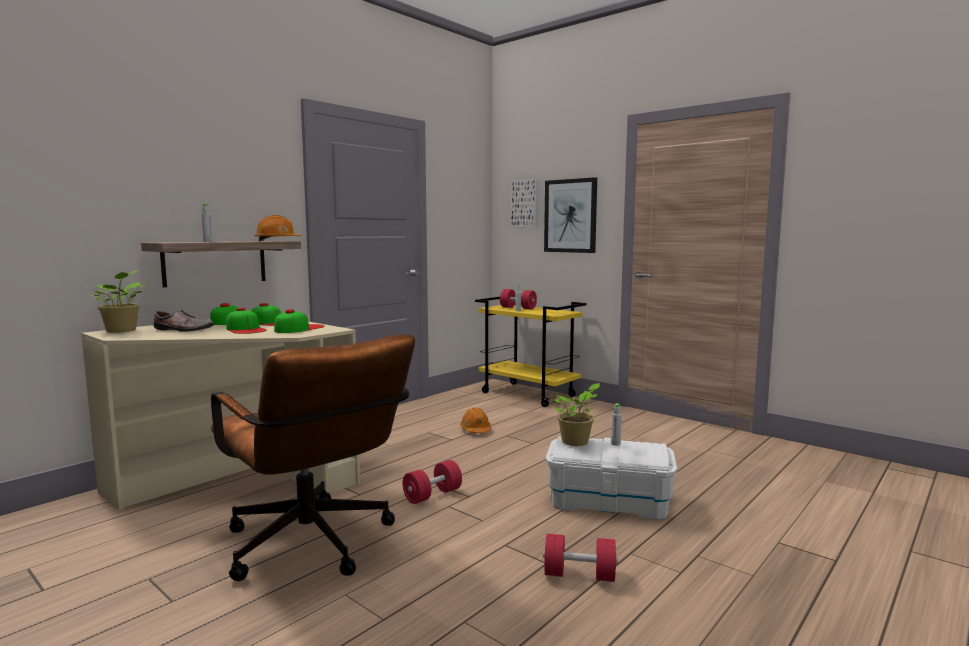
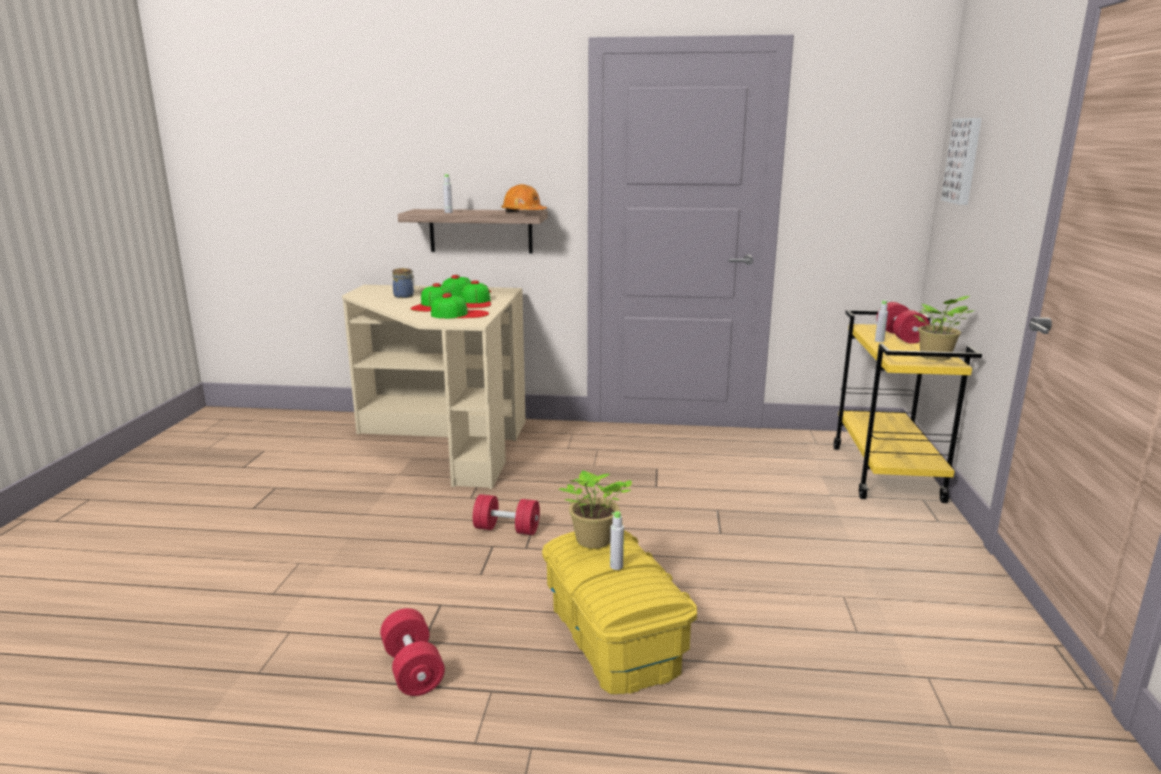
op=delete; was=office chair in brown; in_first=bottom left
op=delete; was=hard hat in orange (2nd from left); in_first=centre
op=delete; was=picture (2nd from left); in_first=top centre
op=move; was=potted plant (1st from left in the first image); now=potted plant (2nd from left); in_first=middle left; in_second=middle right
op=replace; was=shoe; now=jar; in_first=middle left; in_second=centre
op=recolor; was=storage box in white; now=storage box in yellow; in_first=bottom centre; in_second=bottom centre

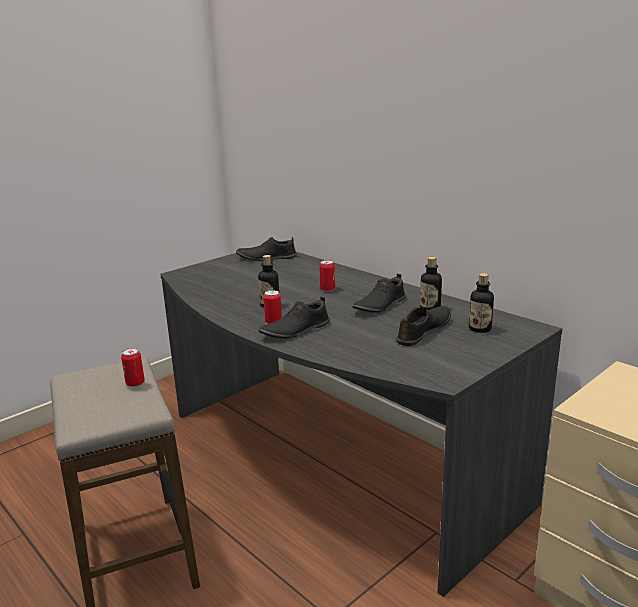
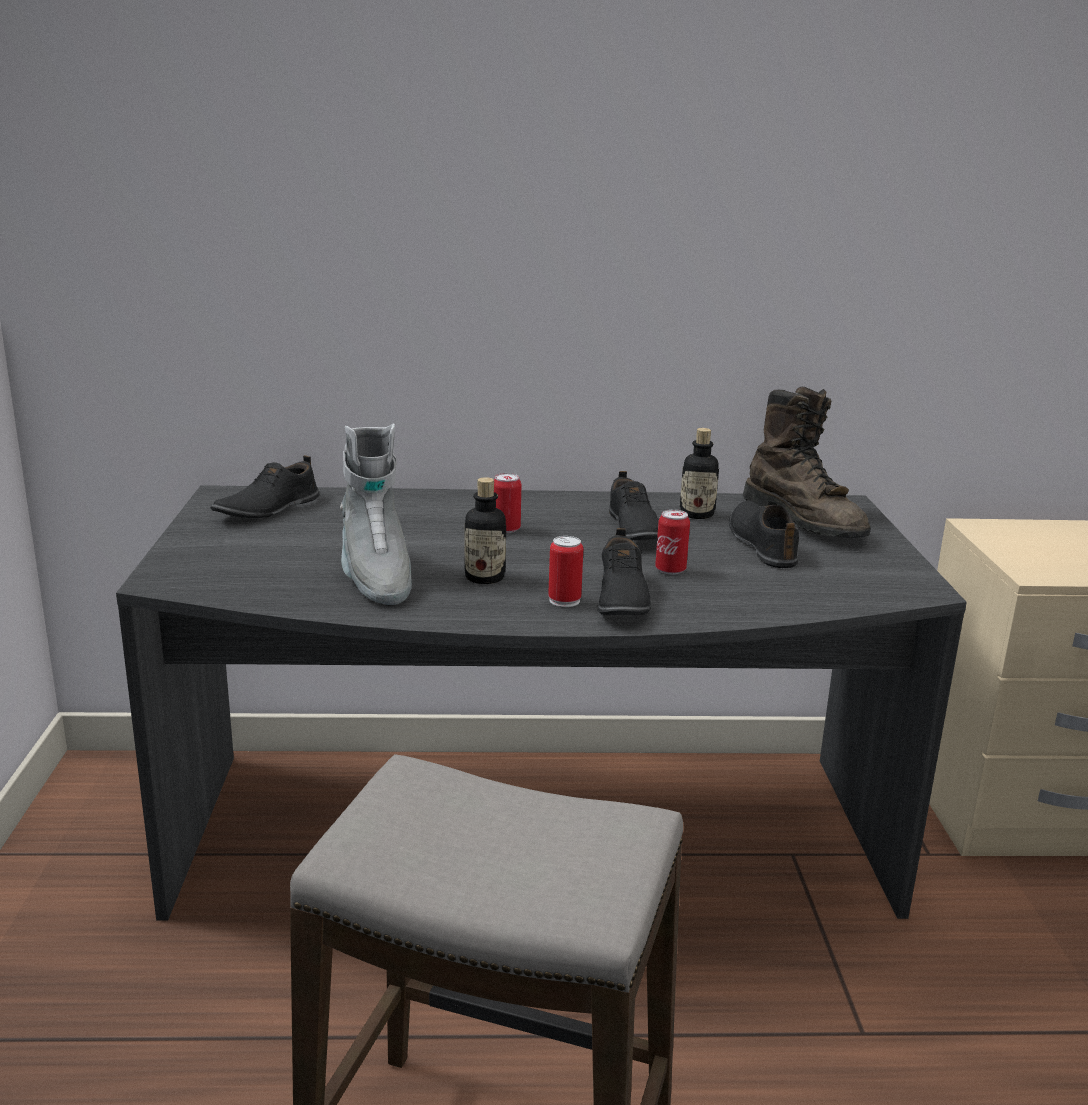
op=insert; now=boot in grey; in_second=centre
op=move; was=can (1st from left in the first image); now=can (3rd from left); in_first=middle left; in_second=centre
op=replace; was=bottle (3rd from left); now=boot in brown; in_first=middle right; in_second=middle right

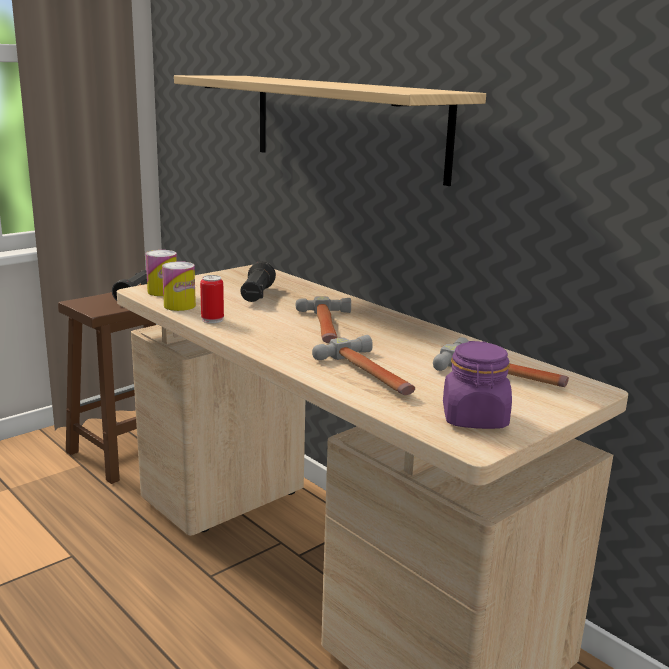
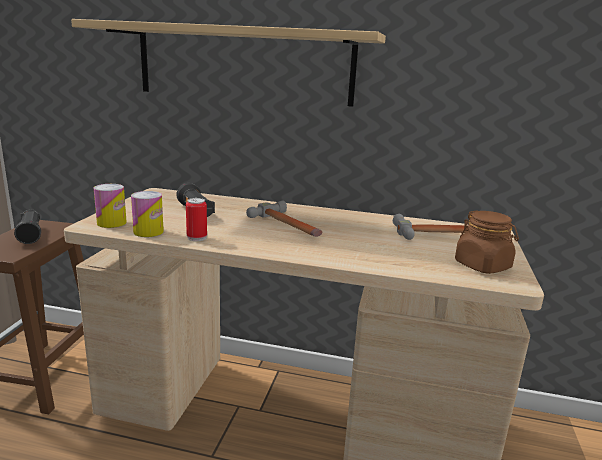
op=delete; was=hammer (2nd from left); in_first=centre
op=recolor; was=jar in purple; now=jar in brown; in_first=middle right; in_second=middle right

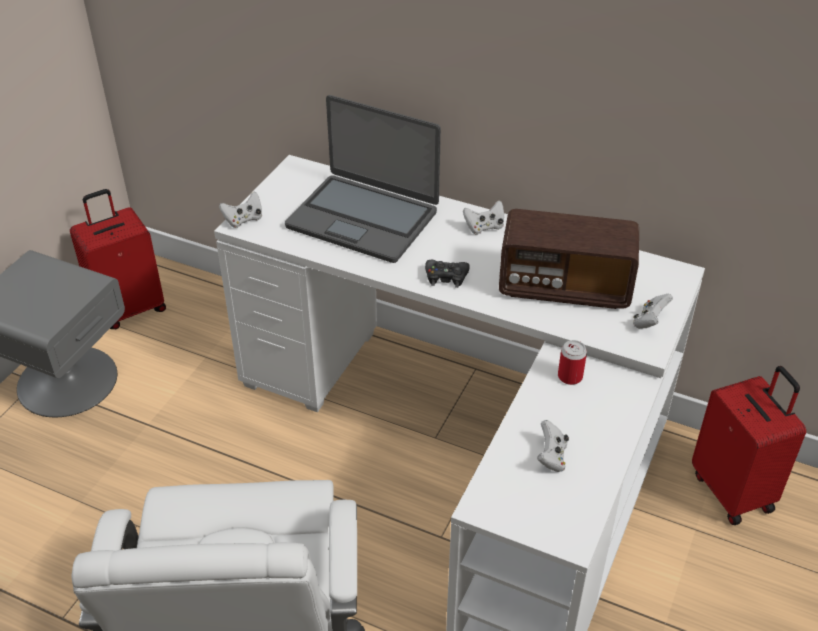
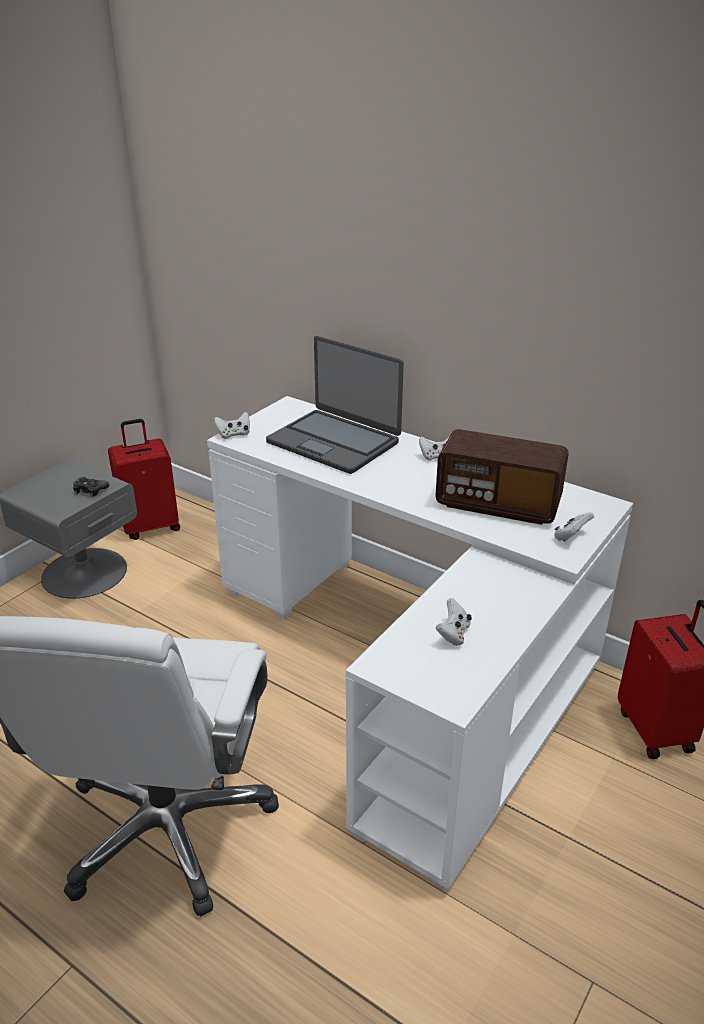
op=delete; was=can; in_first=middle right
op=move; was=game controller in black; in_first=centre; in_second=middle left

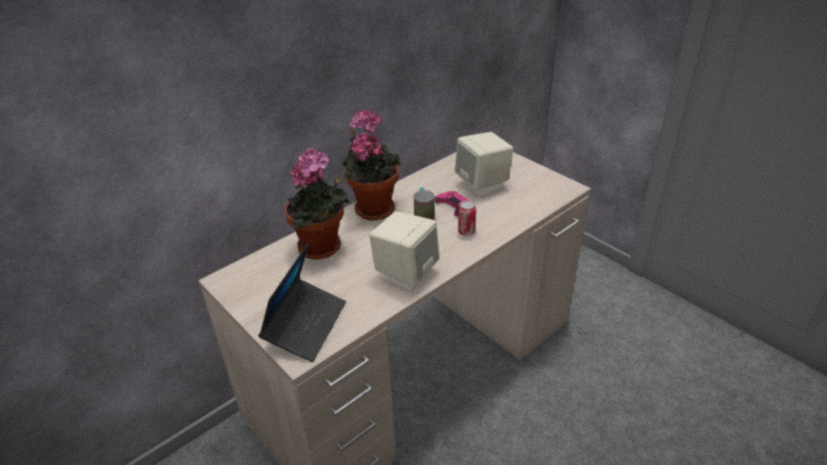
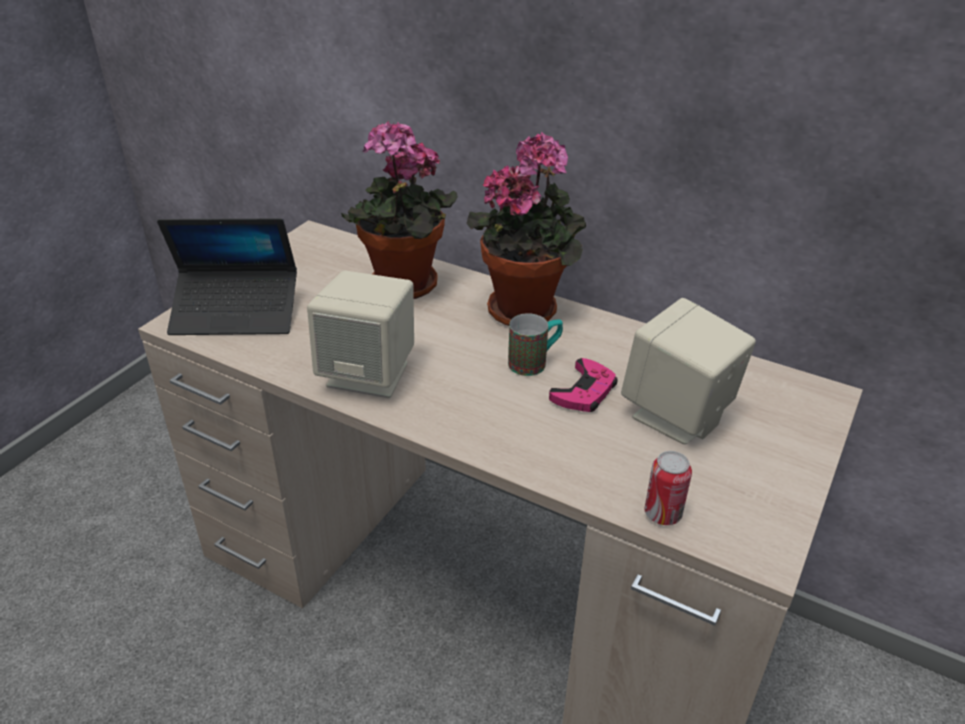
op=move; was=can; in_first=centre; in_second=bottom right

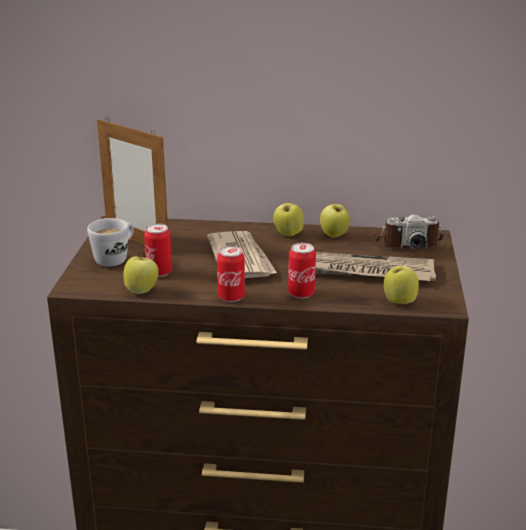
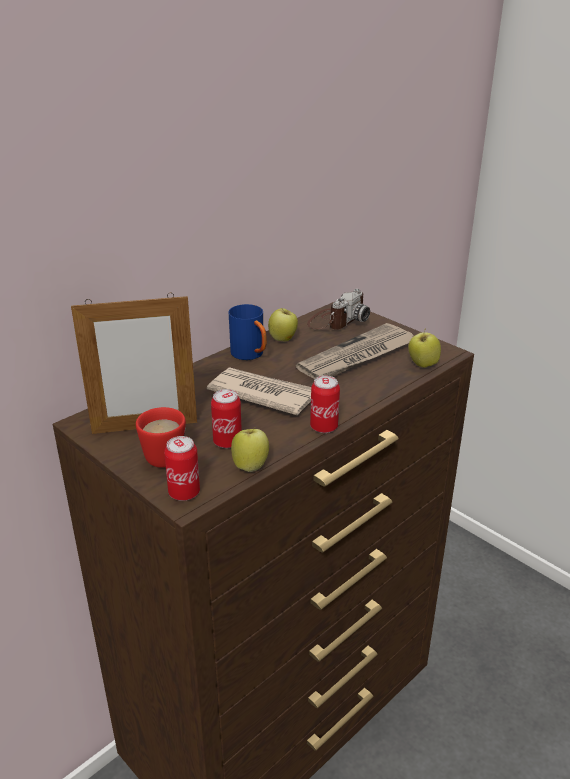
op=move; was=can (3rd from left in the first image); now=can (1st from left); in_first=centre; in_second=middle left
op=replace; was=apple (2nd from left); now=mug in blue; in_first=centre; in_second=centre
op=recolor; was=mug in white; now=mug in red; in_first=middle left; in_second=middle left

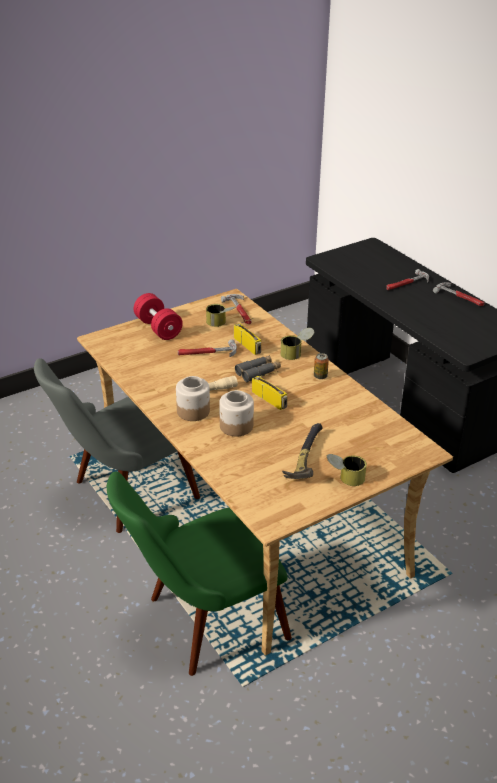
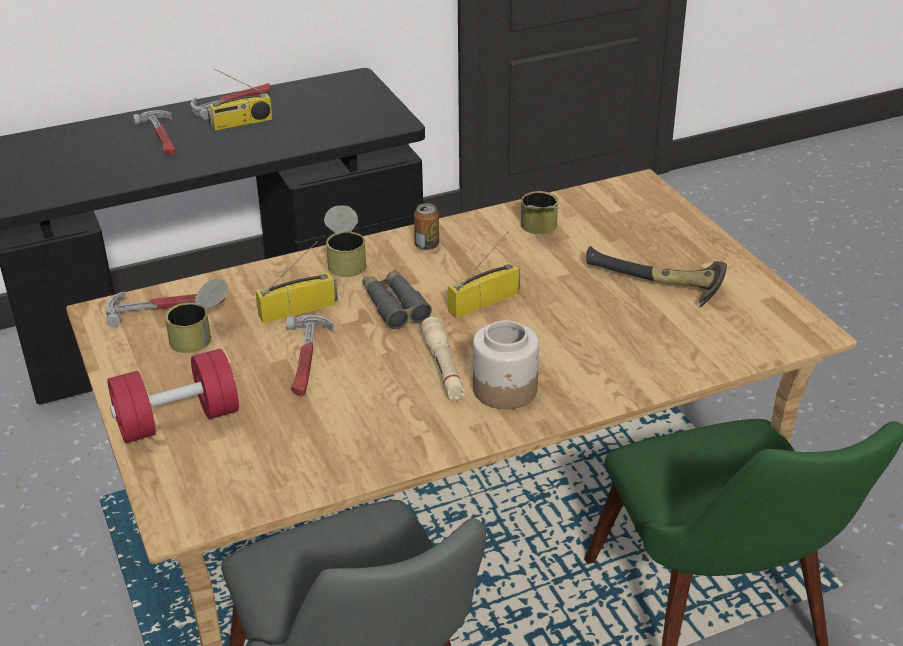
op=delete; was=jar (2nd from left); in_first=centre
op=insert; now=radio (1st from left); in_second=top left
op=move; was=can (4th from left); in_first=middle right; in_second=top centre

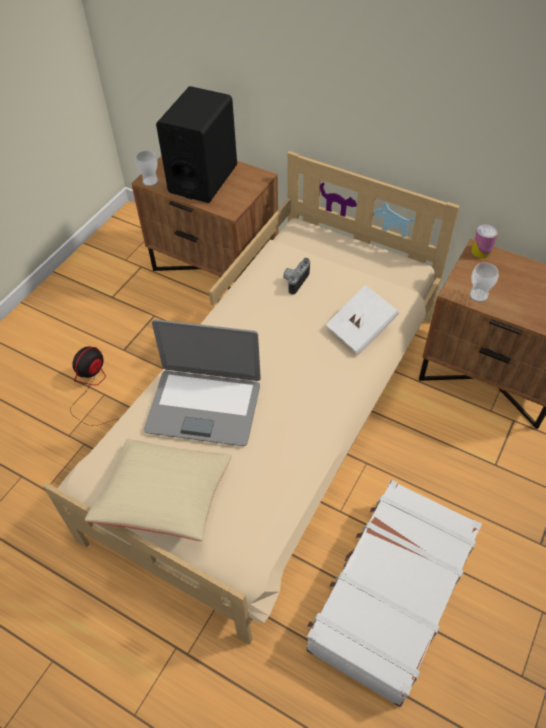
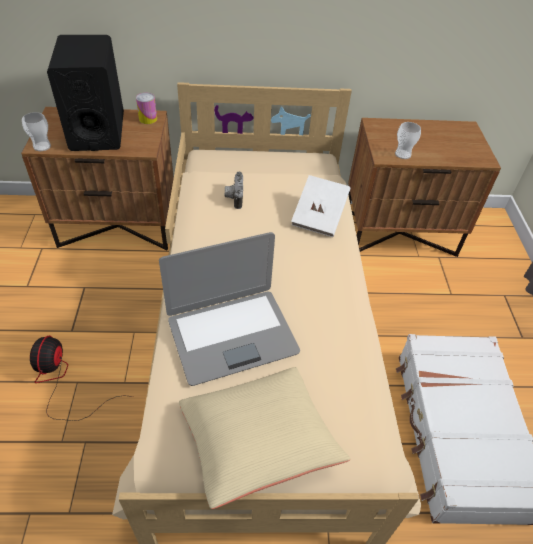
op=move; was=can; in_first=top right; in_second=top left

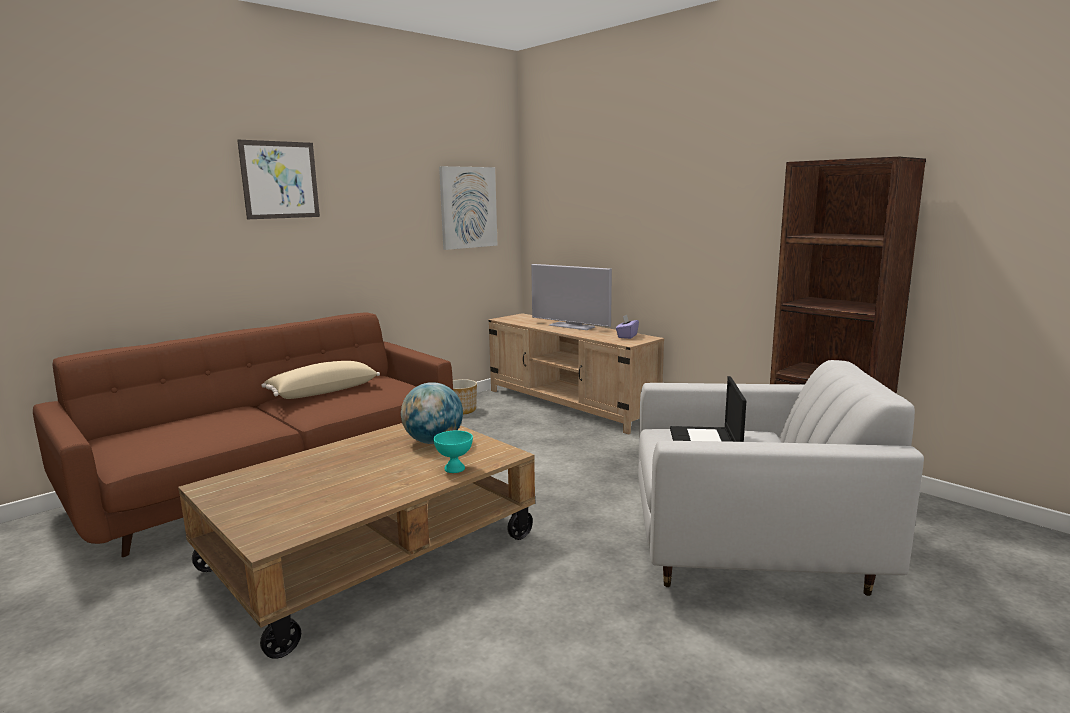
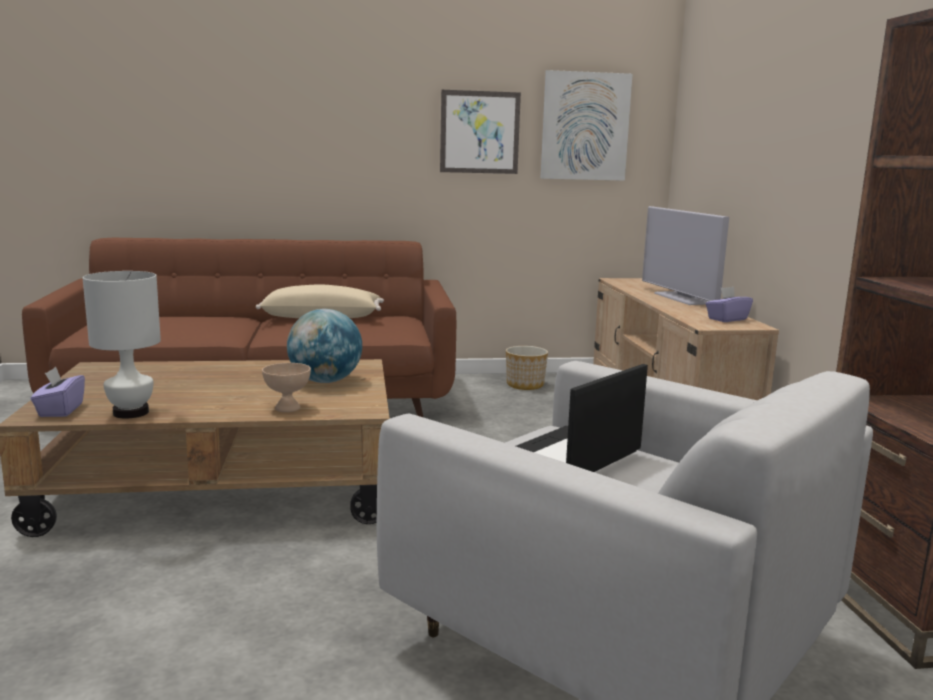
op=insert; now=tissue box in purple (1st from left); in_second=middle left
op=insert; now=table lamp in white; in_second=middle left
op=move; was=picture (1st from left); in_first=top left; in_second=top centre
op=recolor; was=bowl in turquoise; now=bowl in beige; in_first=centre; in_second=middle left

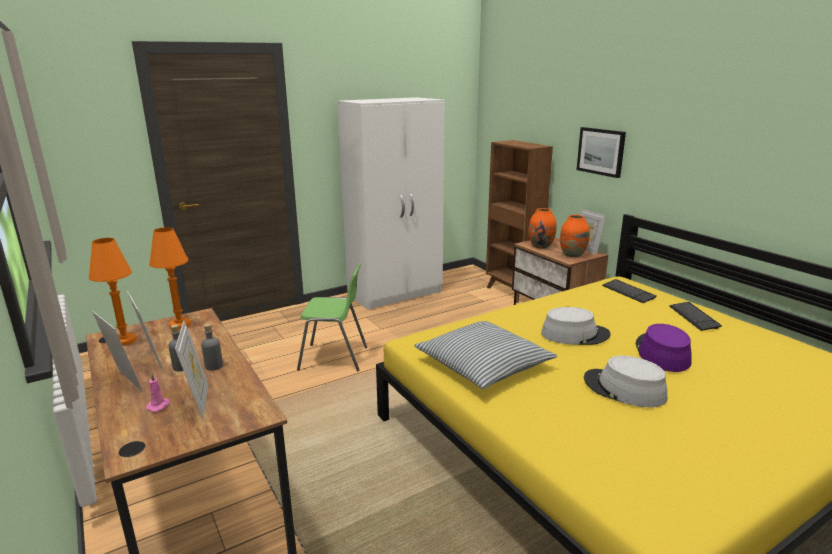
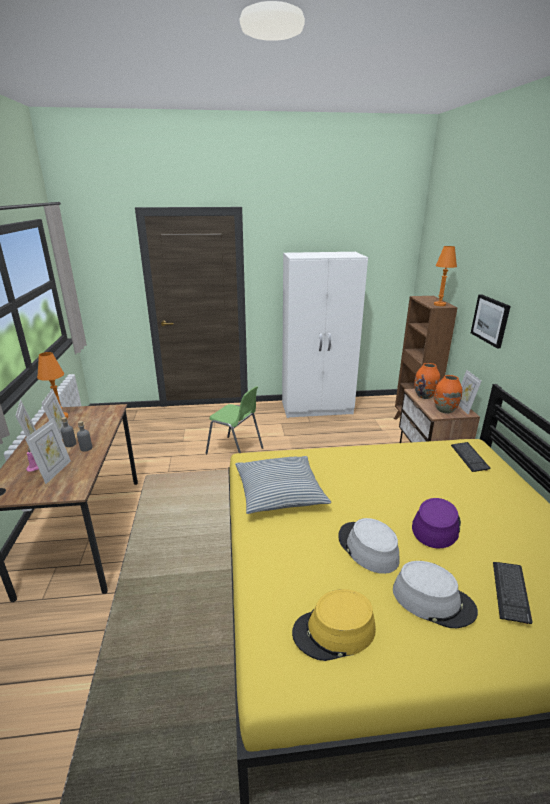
op=insert; now=hat in yellow; in_second=bottom centre
op=move; was=table lamp in orange (2nd from left); in_first=middle left; in_second=middle right
op=move; was=hat in grey (1st from left in the first image); now=hat in grey (2nd from left); in_first=middle right; in_second=bottom right
op=move; was=keyboard (2nd from left); in_first=middle right; in_second=bottom right

